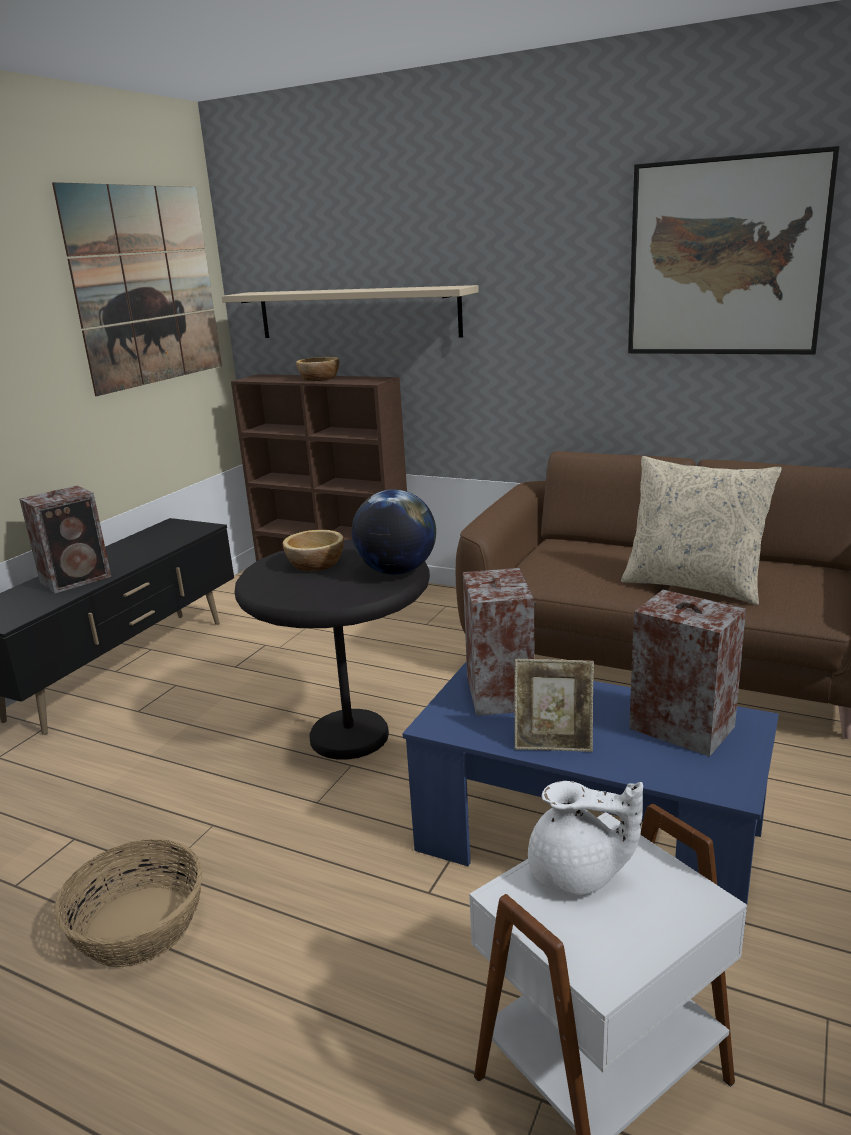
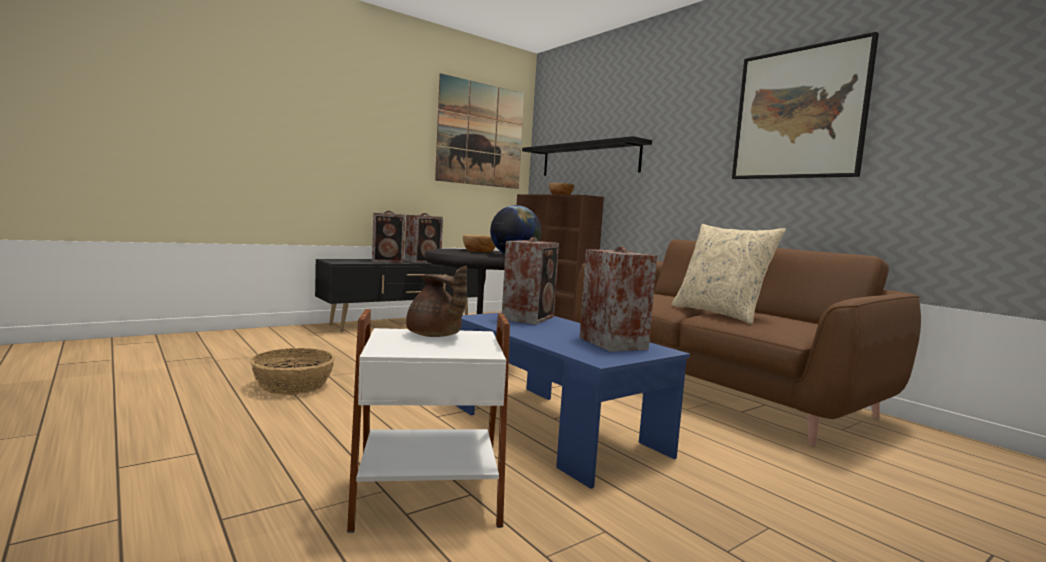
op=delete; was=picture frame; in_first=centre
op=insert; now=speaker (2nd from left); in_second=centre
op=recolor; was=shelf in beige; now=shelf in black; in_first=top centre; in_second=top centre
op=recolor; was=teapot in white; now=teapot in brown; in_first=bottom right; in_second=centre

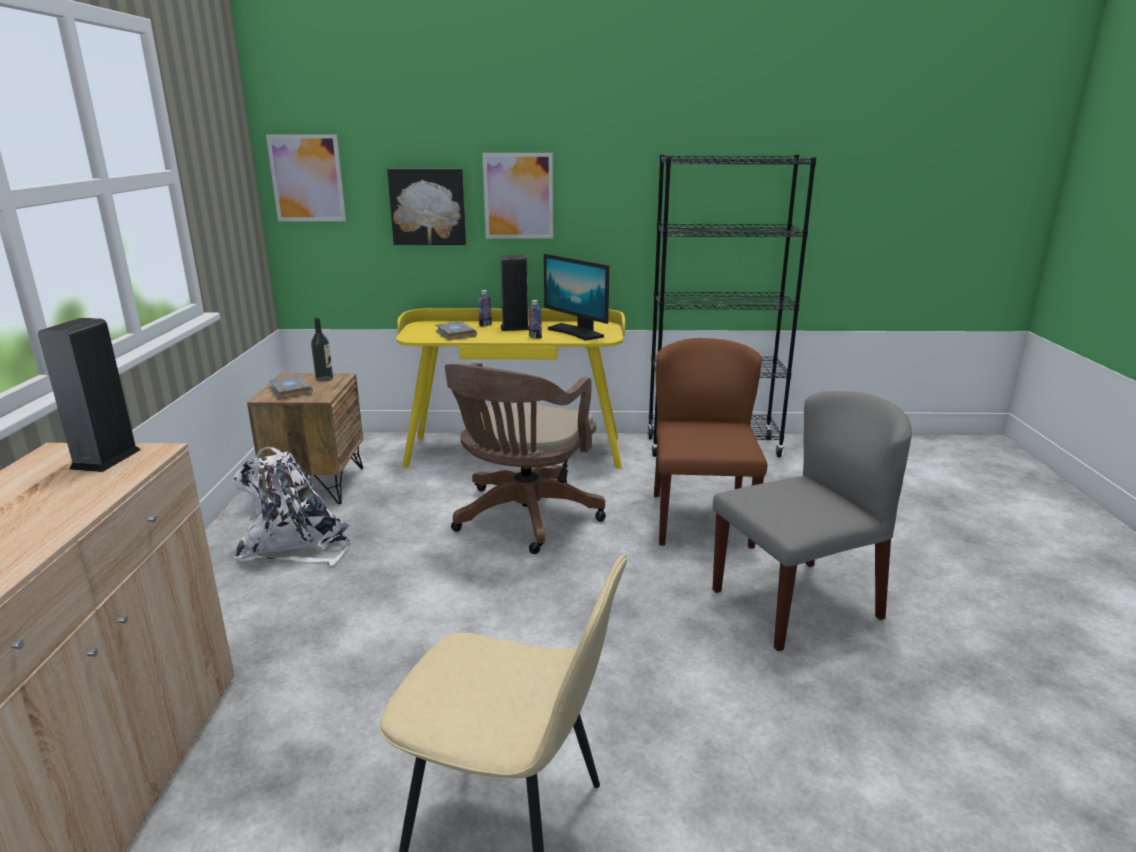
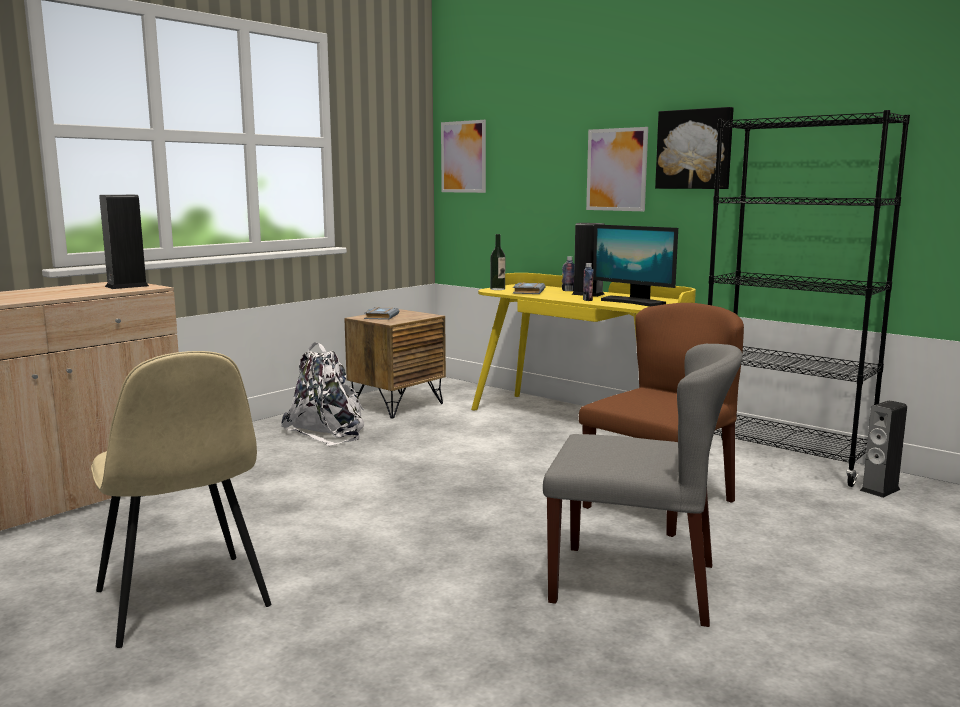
op=delete; was=office chair in brown; in_first=centre
op=insert; now=speaker (3rd from left); in_second=middle right
op=move; was=bottle (1st from left); in_first=middle left; in_second=centre
op=move; was=picture (2nd from left in the first image); now=picture (3rd from left); in_first=top centre; in_second=top right
op=rotate; was=monitor; in_first=centre; in_second=centre; clockwise=-45

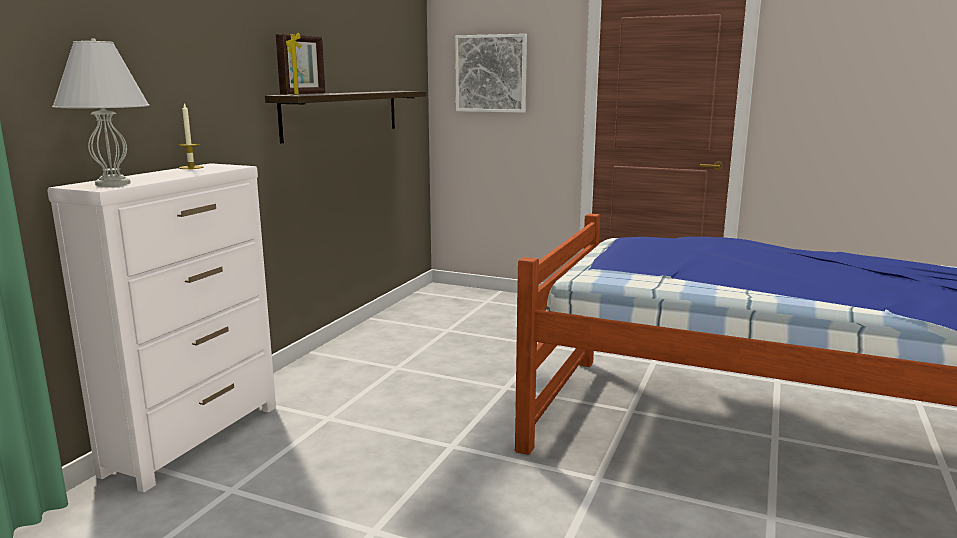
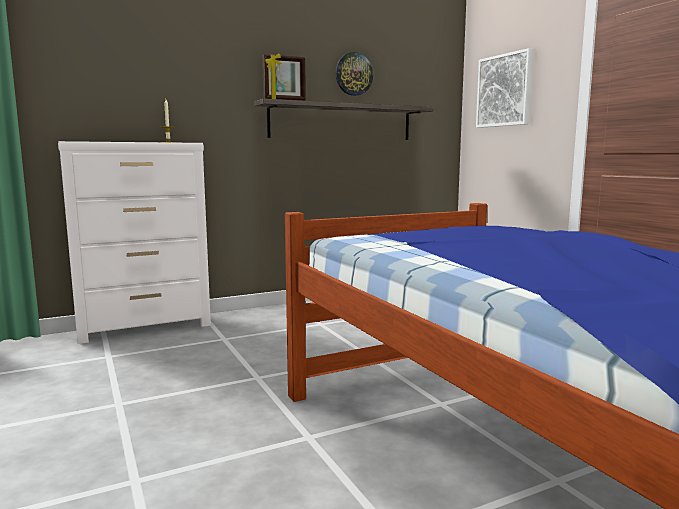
op=delete; was=table lamp in white; in_first=top left
op=insert; now=wall clock; in_second=top centre

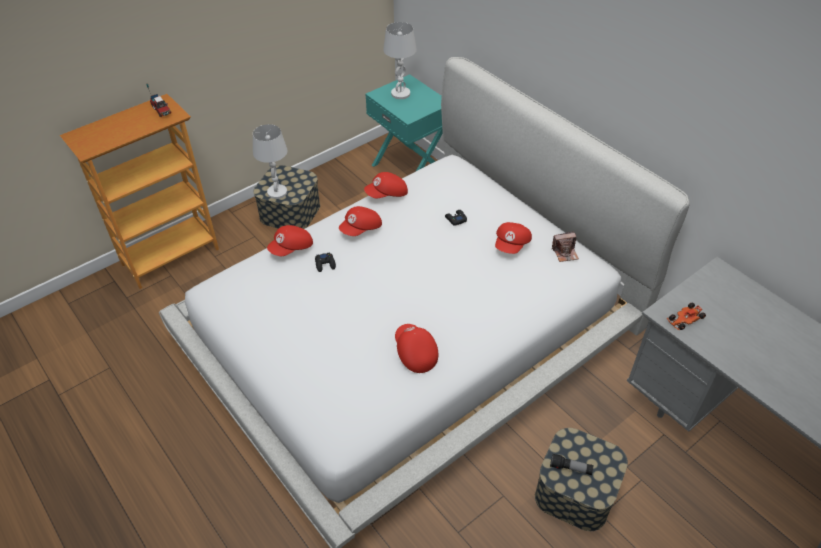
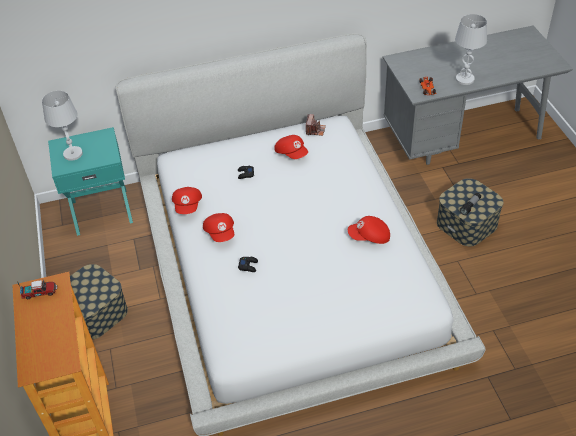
op=delete; was=cap in red (1st from left); in_first=centre
op=move; was=table lamp in white (1st from left in the first image); now=table lamp in white (2nd from left); in_first=top left; in_second=top right

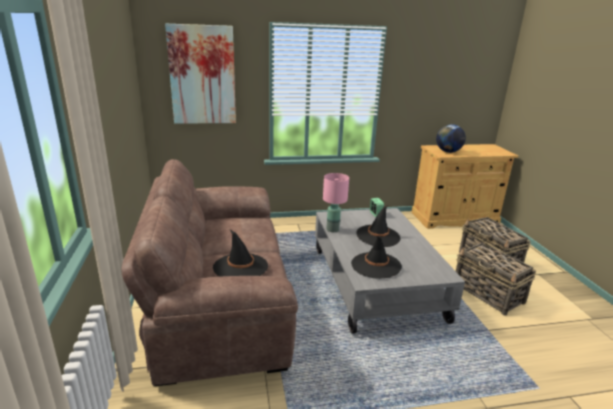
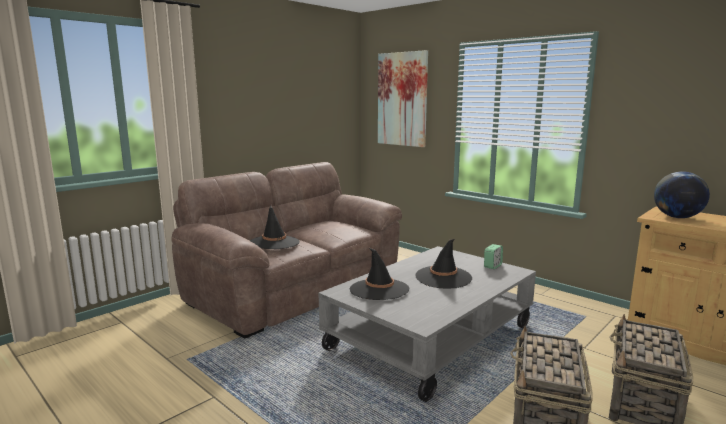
op=delete; was=table lamp in pink; in_first=centre

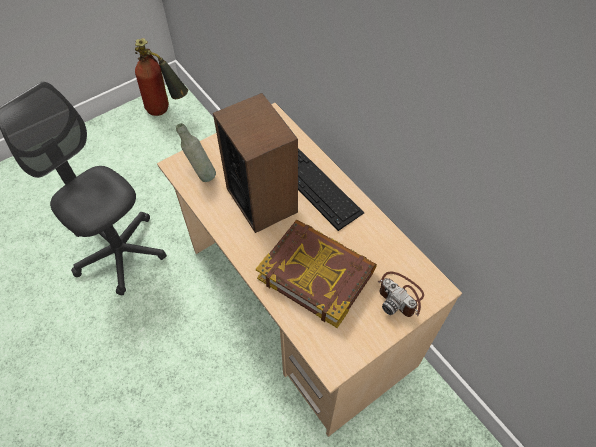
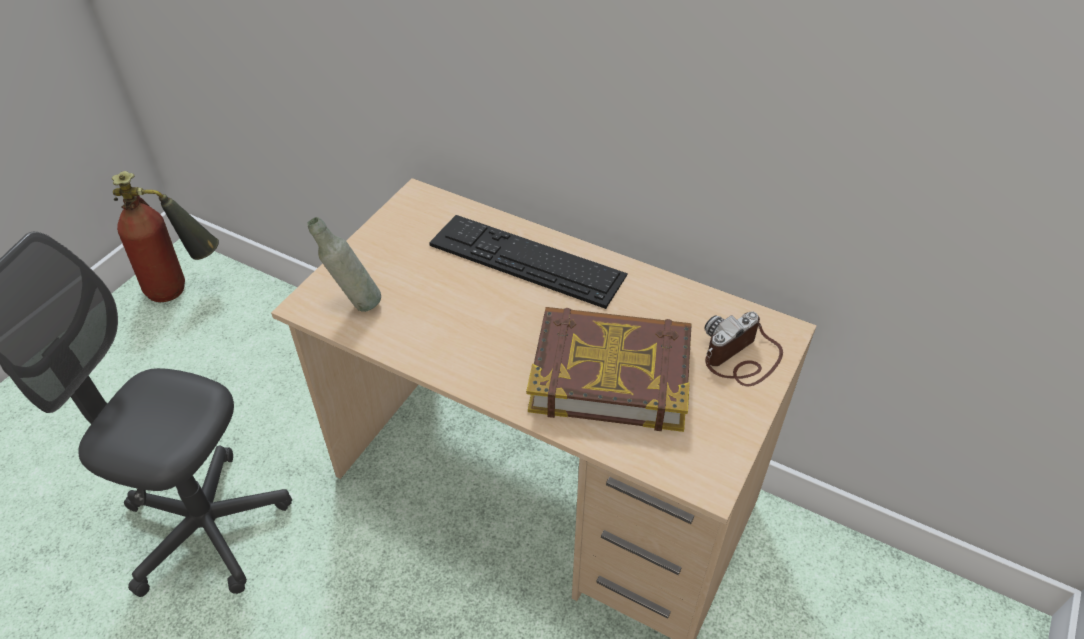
op=delete; was=speaker; in_first=centre
op=rotate; was=photo camera; in_first=middle right; in_second=middle right; clockwise=120

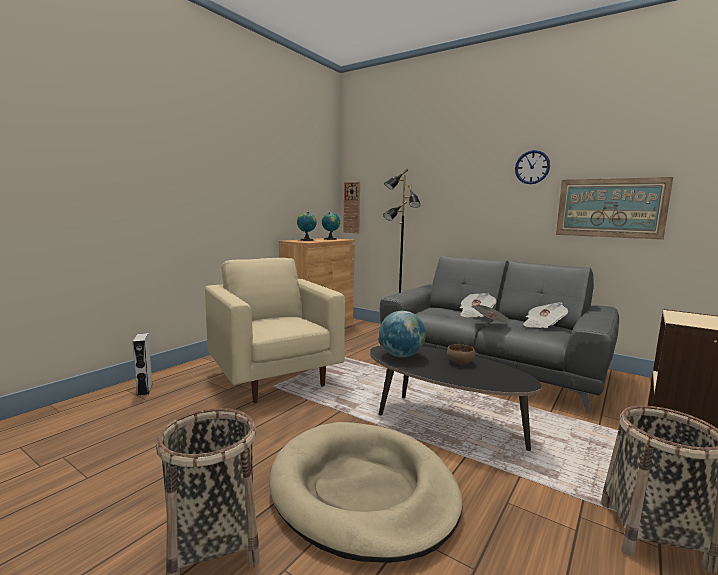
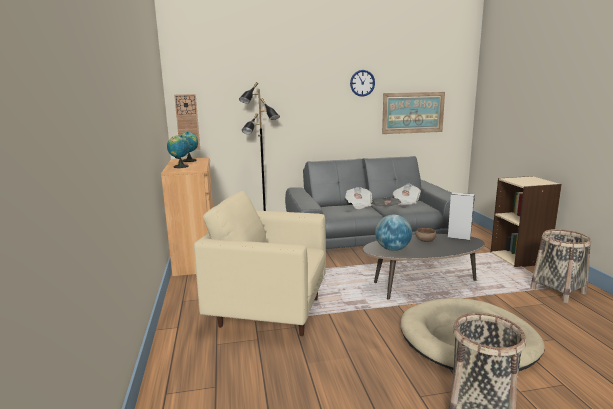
op=move; was=speaker in grey; in_first=middle left; in_second=middle right

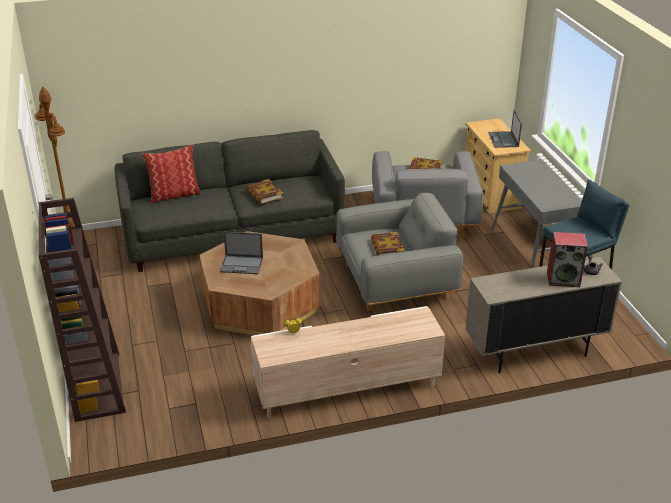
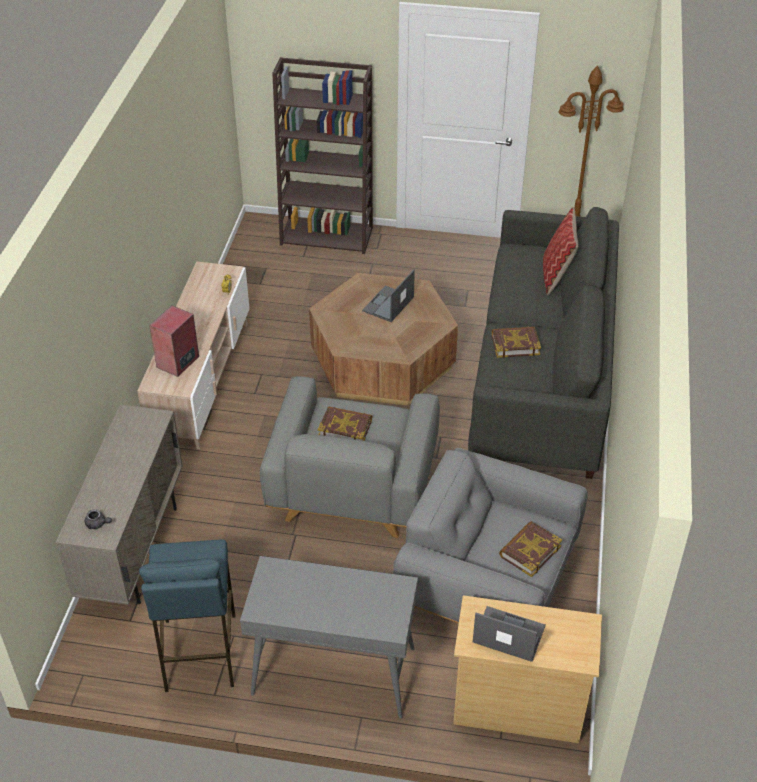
op=move; was=speaker; in_first=middle right; in_second=middle left

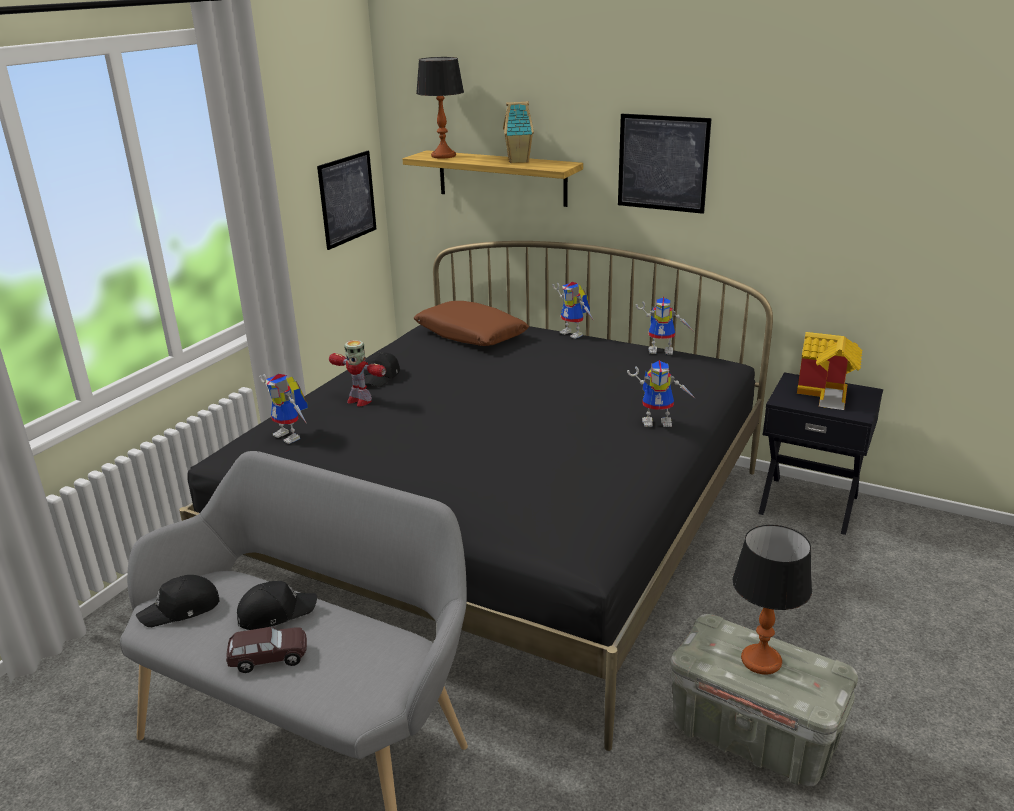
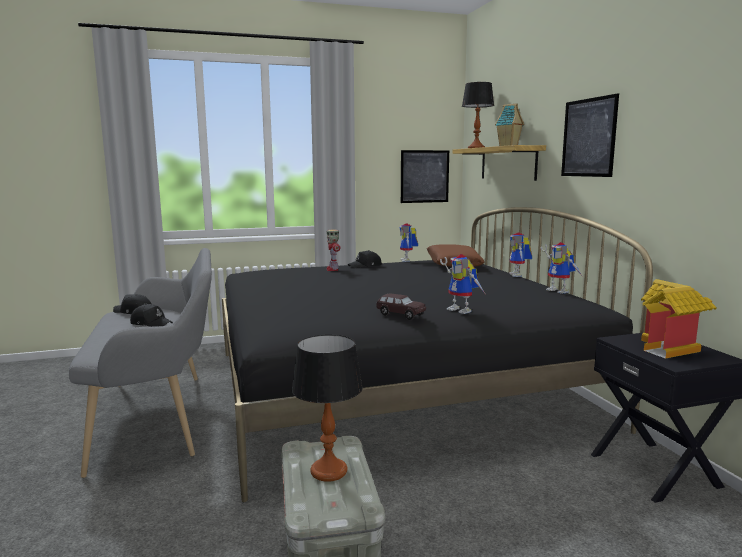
op=move; was=toy car in brown; in_first=bottom left; in_second=centre
op=move; was=toy robot (1st from left in the first image); now=toy robot (2nd from left); in_first=middle left; in_second=centre

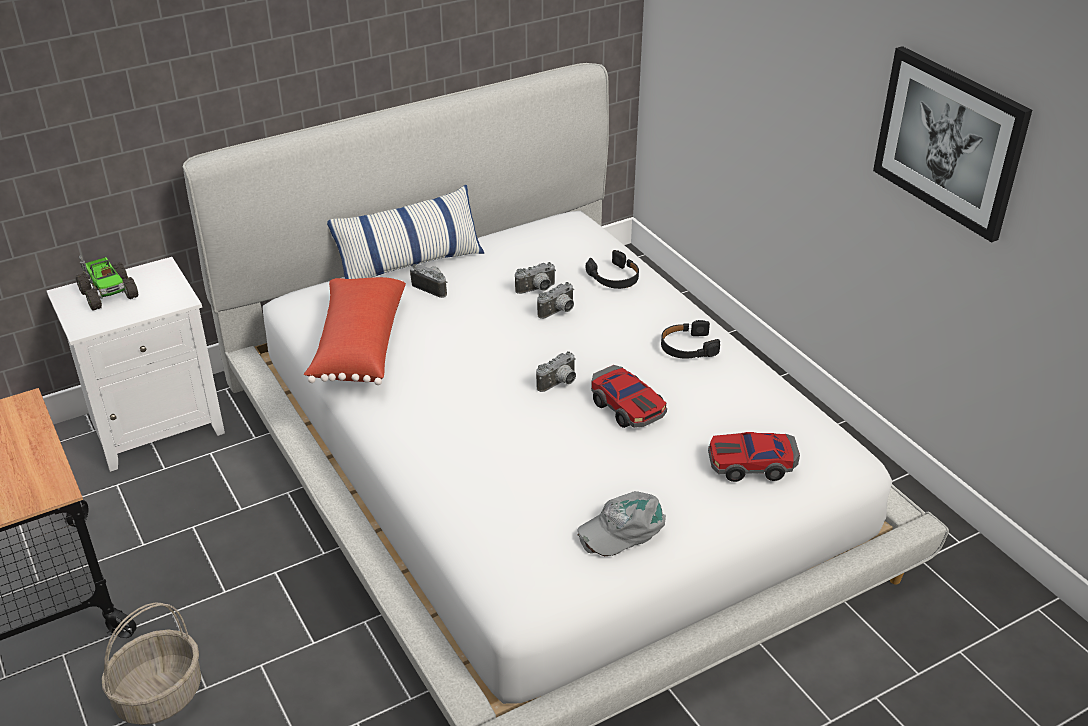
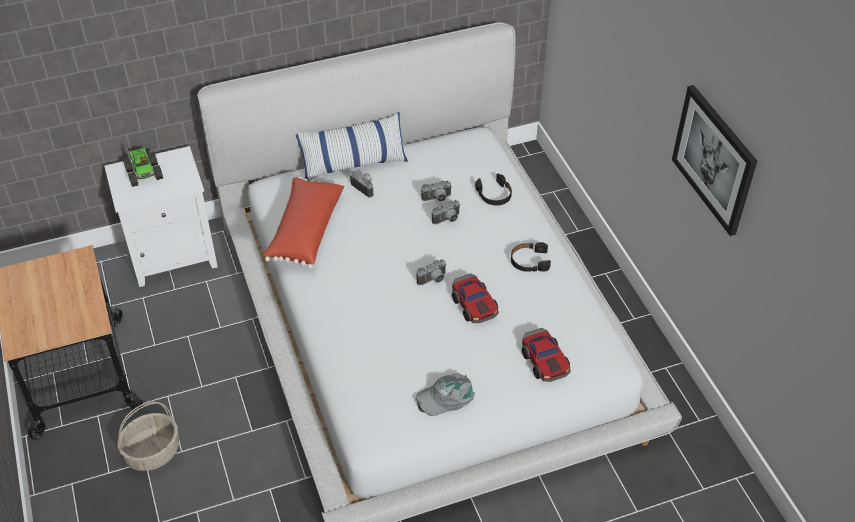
op=rotate; was=toy car (2nd from left); in_first=middle right; in_second=bottom centre; clockwise=-120

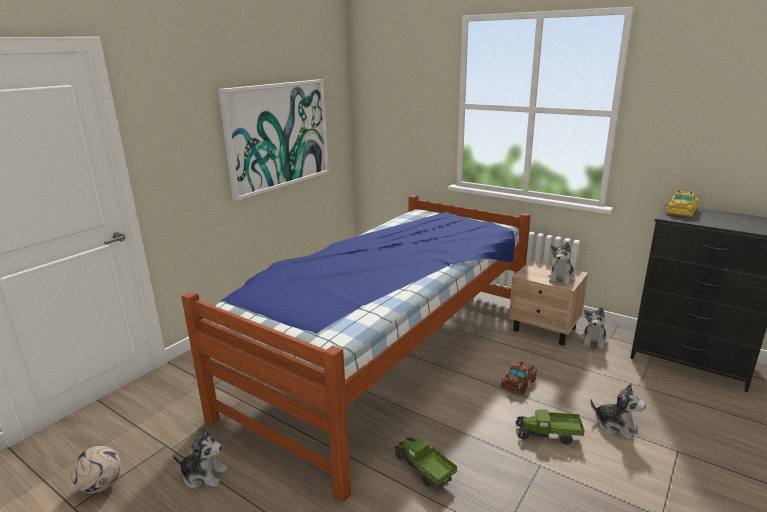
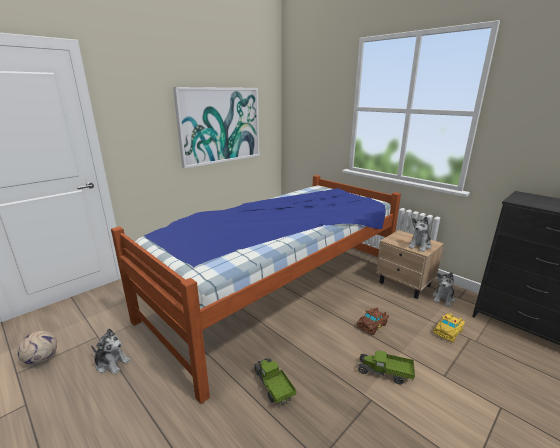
op=delete; was=plush toy (4th from left); in_first=bottom right
op=move; was=toy car in yellow; in_first=middle right; in_second=bottom right

